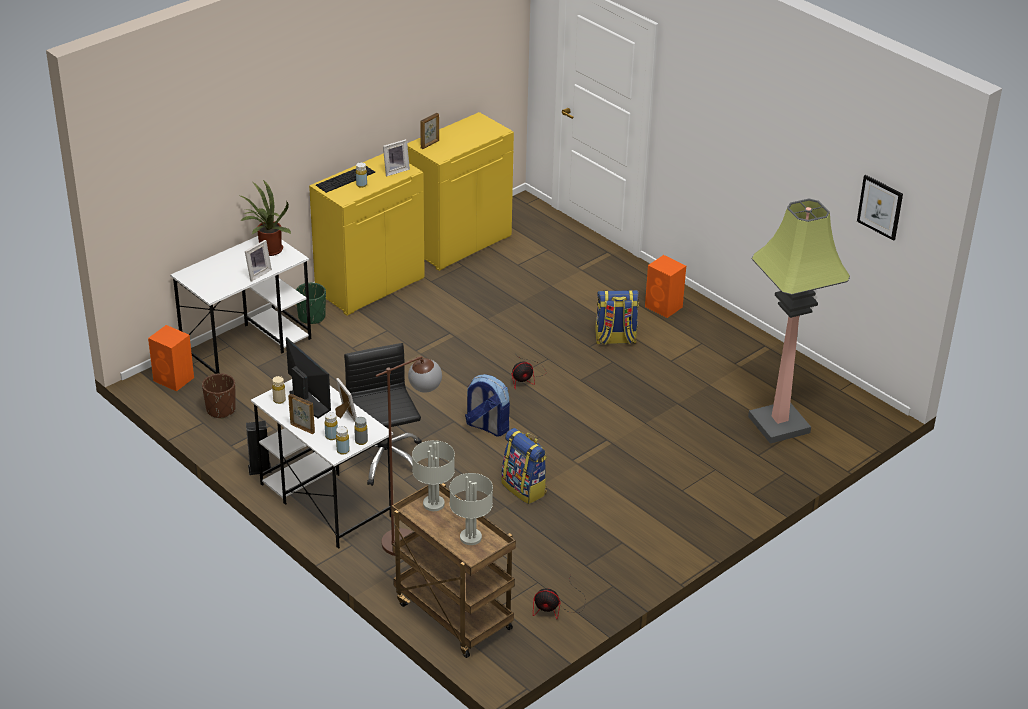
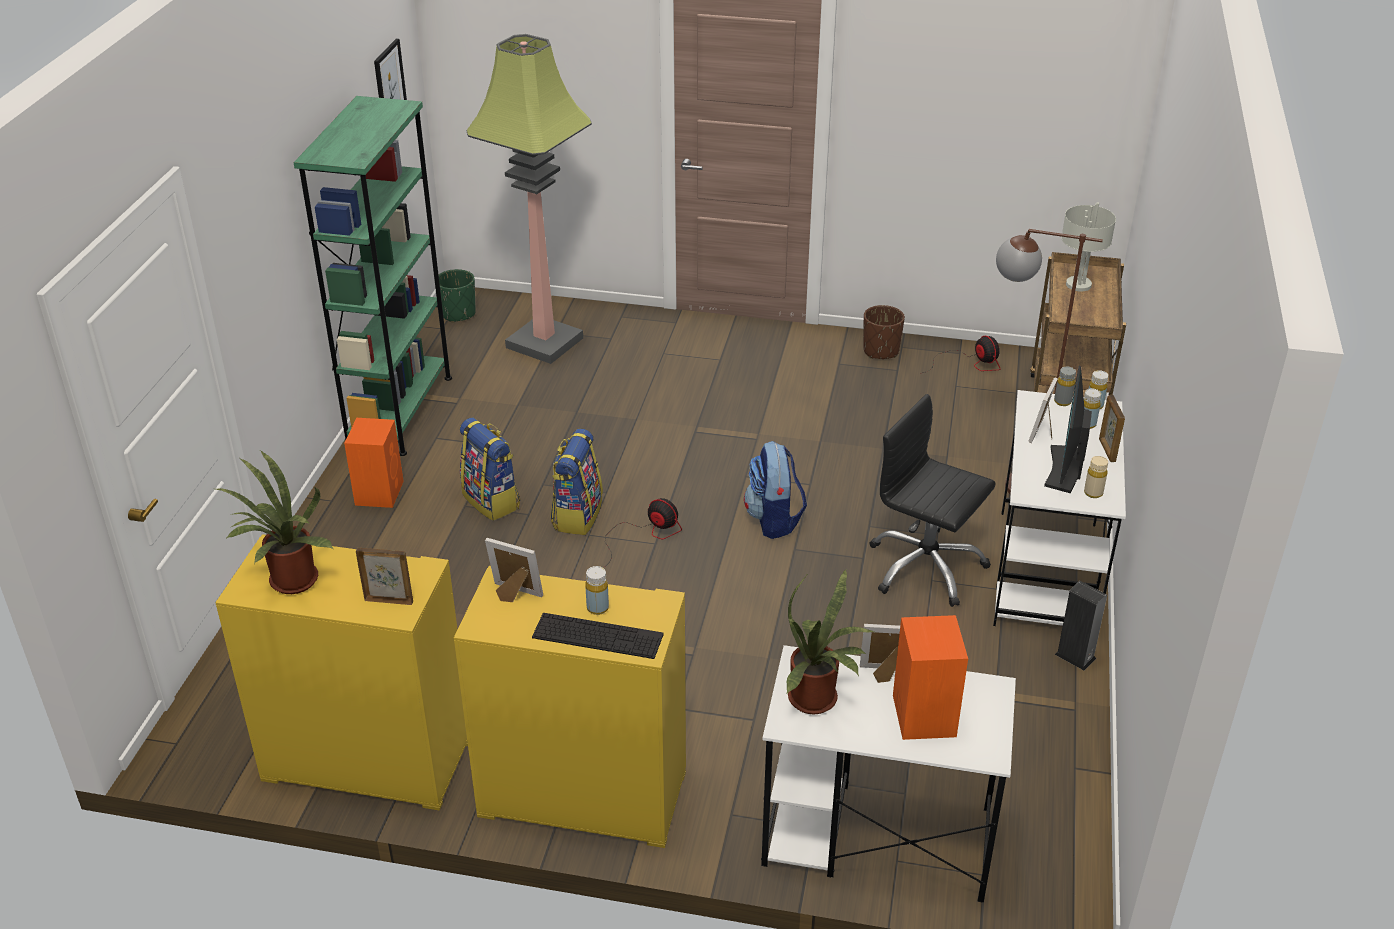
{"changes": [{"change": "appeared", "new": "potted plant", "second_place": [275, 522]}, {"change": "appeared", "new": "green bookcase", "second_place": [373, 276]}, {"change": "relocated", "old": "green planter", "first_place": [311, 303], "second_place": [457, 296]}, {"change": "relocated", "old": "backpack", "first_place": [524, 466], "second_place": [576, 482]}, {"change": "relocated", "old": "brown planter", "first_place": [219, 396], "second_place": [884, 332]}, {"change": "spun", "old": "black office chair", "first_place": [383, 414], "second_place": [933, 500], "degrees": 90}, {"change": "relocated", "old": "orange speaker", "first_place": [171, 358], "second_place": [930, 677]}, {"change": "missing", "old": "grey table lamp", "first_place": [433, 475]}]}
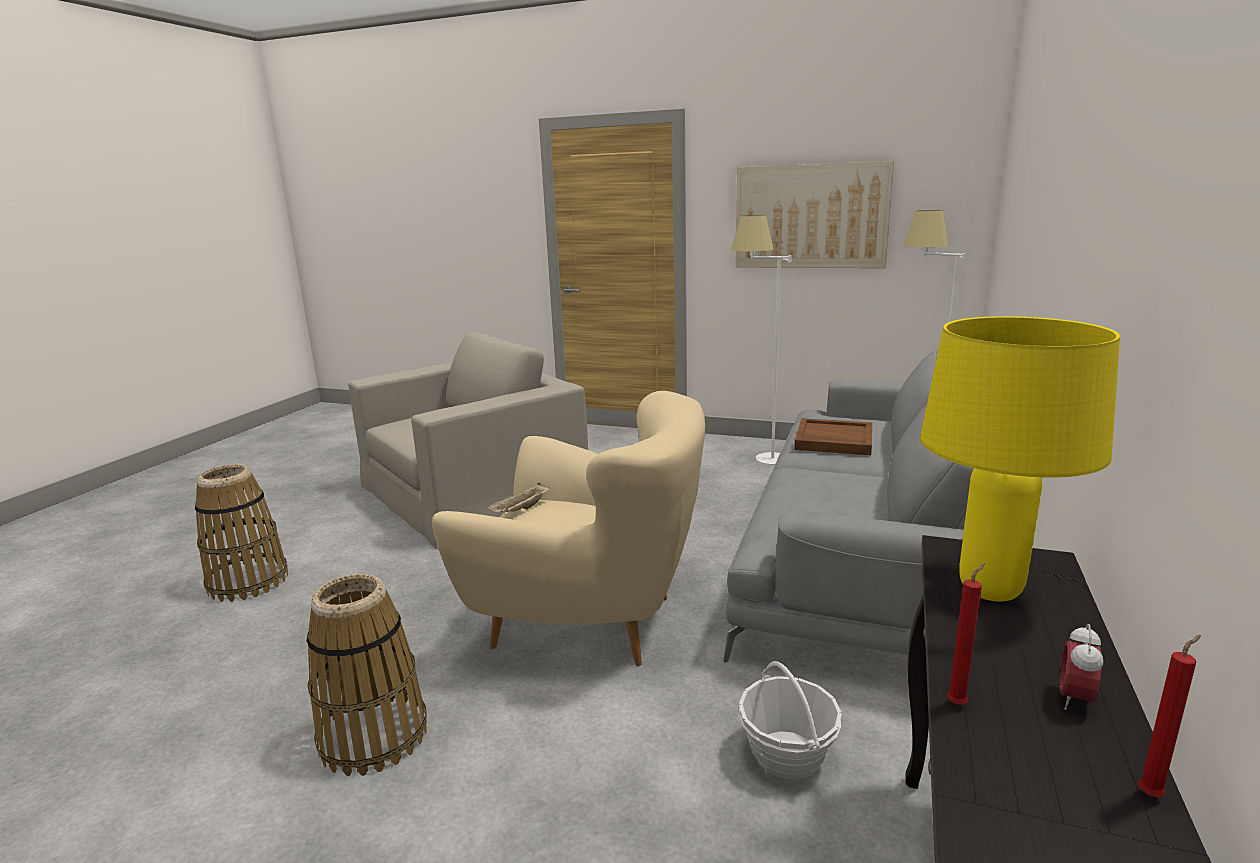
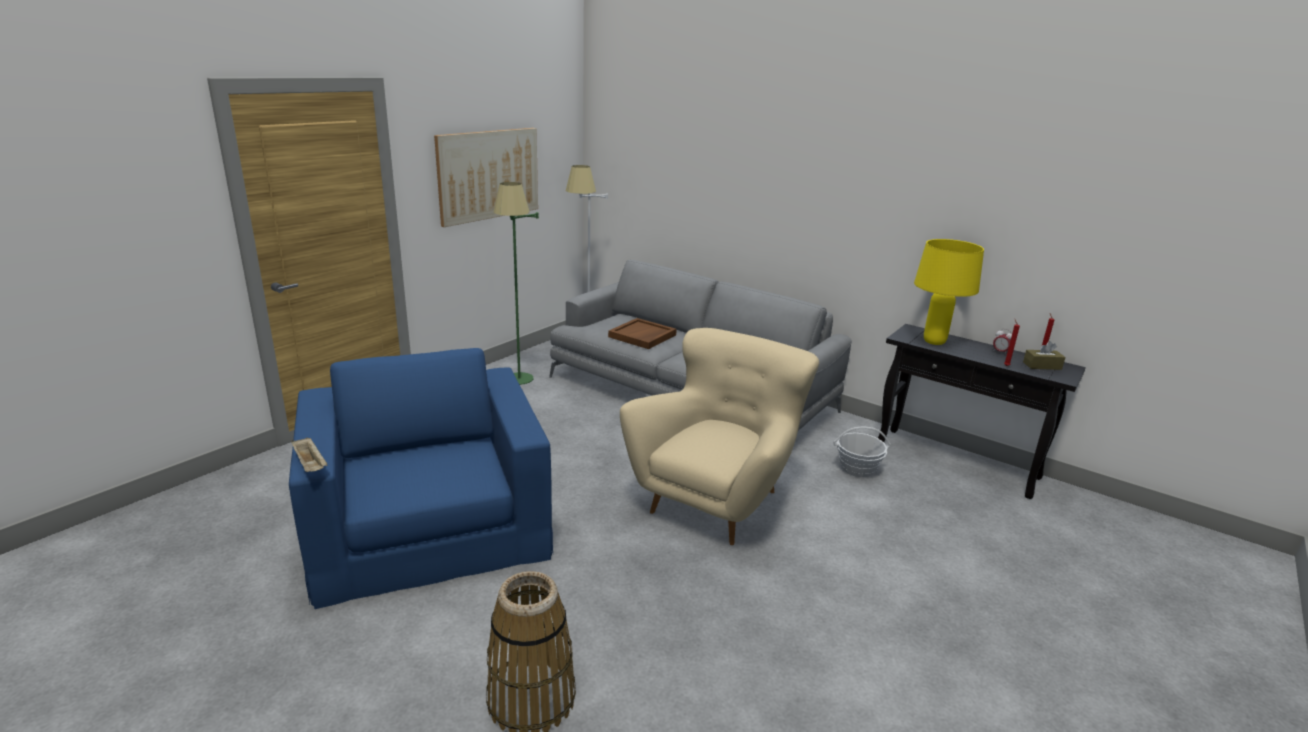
{"changes": [{"change": "colour", "old": "beige armchair", "new": "blue armchair", "first_place": [468, 440], "second_place": [421, 478]}, {"change": "relocated", "old": "beige tray", "first_place": [518, 498], "second_place": [309, 454]}, {"change": "colour", "old": "white floor lamp", "new": "green floor lamp", "first_place": [762, 340], "second_place": [516, 283]}, {"change": "appeared", "new": "brown tissue box", "second_place": [1044, 355]}, {"change": "missing", "old": "basket", "first_place": [367, 675]}]}
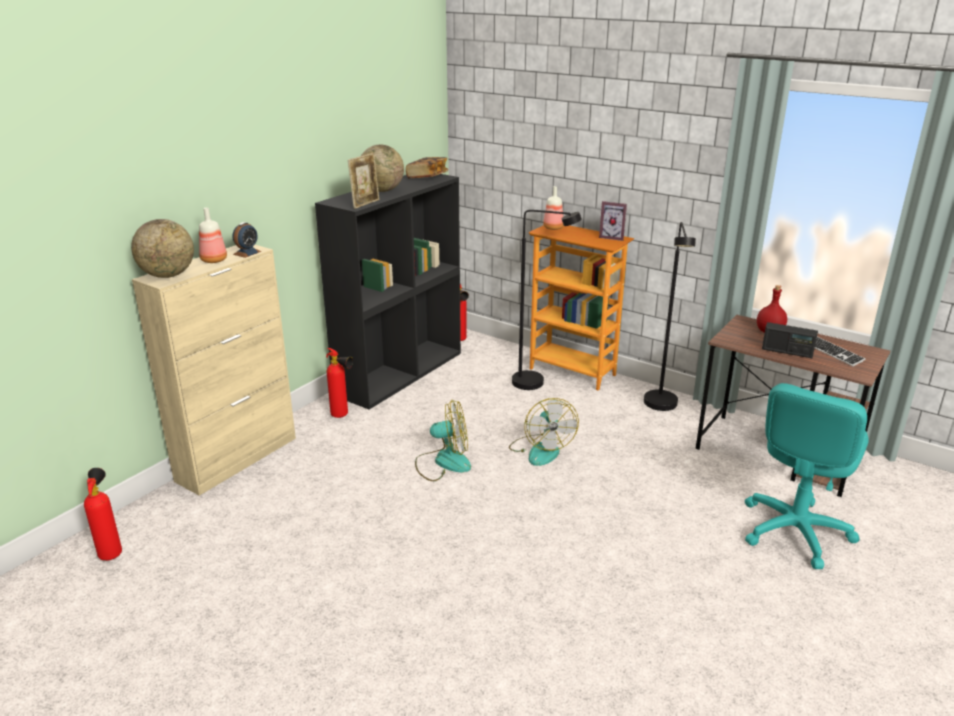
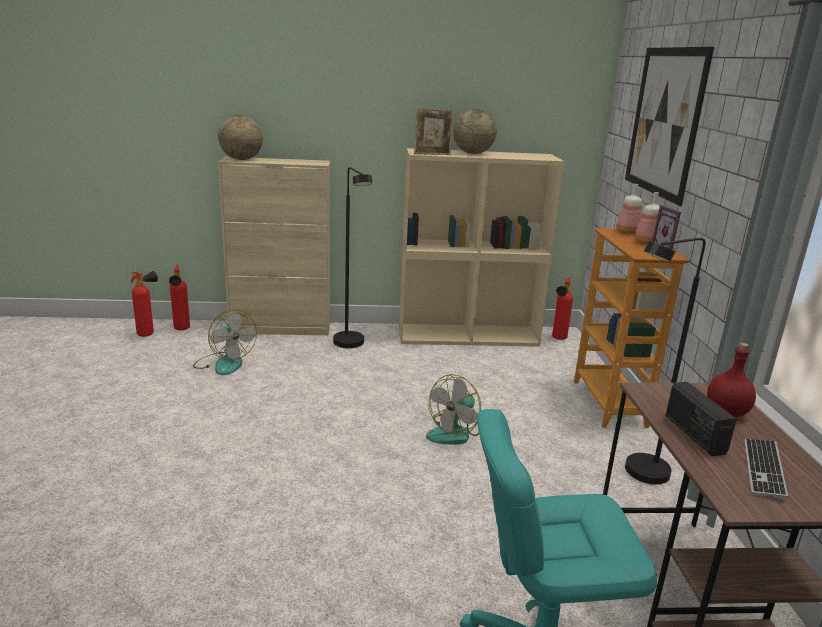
{"changes": [{"change": "relocated", "old": "fire extinguisher", "first_place": [339, 383], "second_place": [179, 297]}, {"change": "relocated", "old": "fan", "first_place": [443, 440], "second_place": [225, 342]}, {"change": "relocated", "old": "black floor lamp", "first_place": [547, 300], "second_place": [352, 257]}, {"change": "colour", "old": "black bookcase", "new": "beige bookcase", "first_place": [388, 292], "second_place": [482, 247]}, {"change": "appeared", "new": "picture", "second_place": [669, 126]}, {"change": "relocated", "old": "bottle", "first_place": [213, 235], "second_place": [647, 218]}, {"change": "missing", "old": "alarm clock", "first_place": [246, 240]}, {"change": "missing", "old": "book", "first_place": [427, 168]}]}
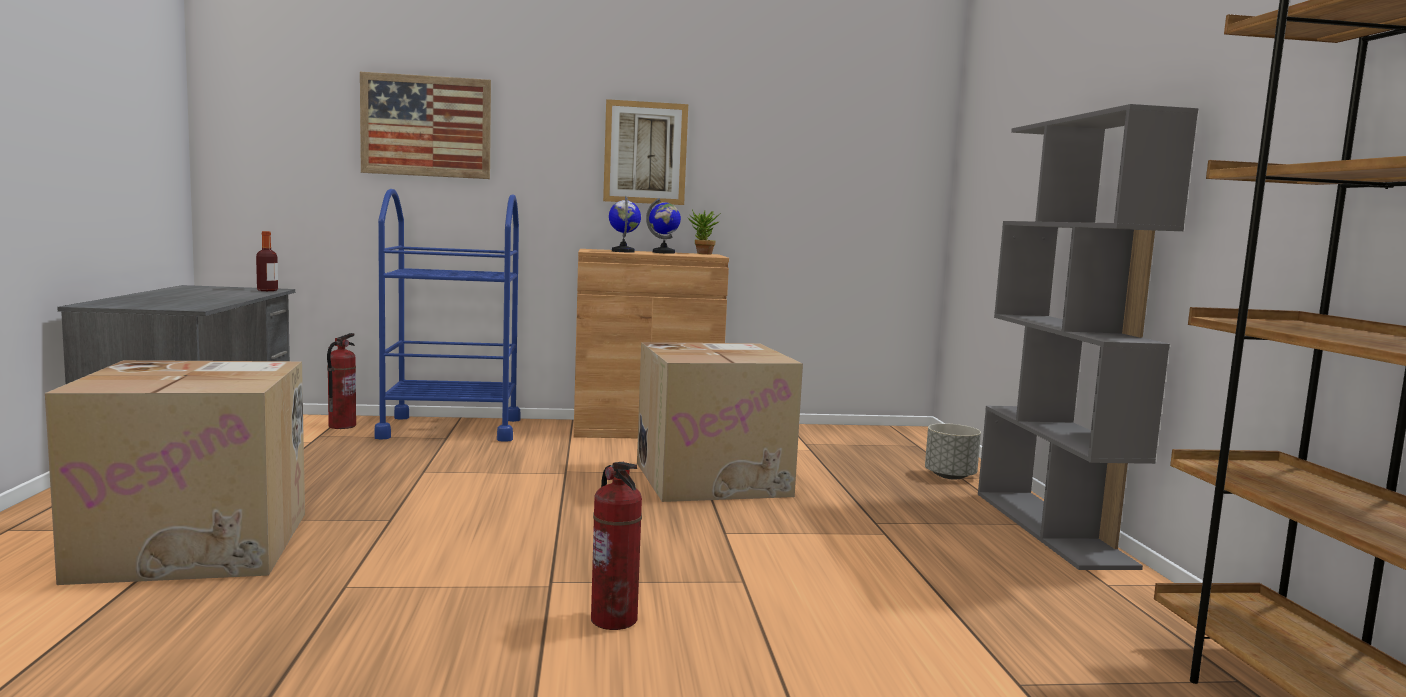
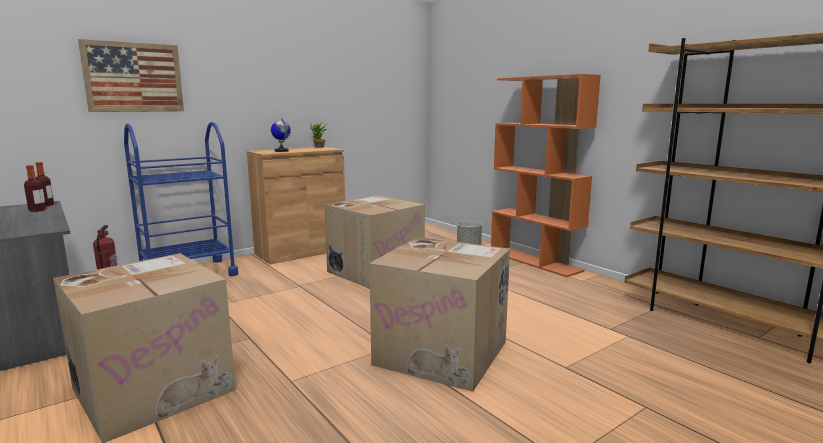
{"changes": [{"change": "appeared", "new": "bottle", "second_place": [35, 188]}, {"change": "exchanged", "old": "fire extinguisher", "new": "cardboard box", "first_place": [616, 546], "second_place": [439, 314]}, {"change": "colour", "old": "grey bookcase", "new": "orange bookcase", "first_place": [1088, 337], "second_place": [546, 175]}, {"change": "missing", "old": "picture", "first_place": [645, 152]}, {"change": "missing", "old": "globe", "first_place": [663, 226]}]}
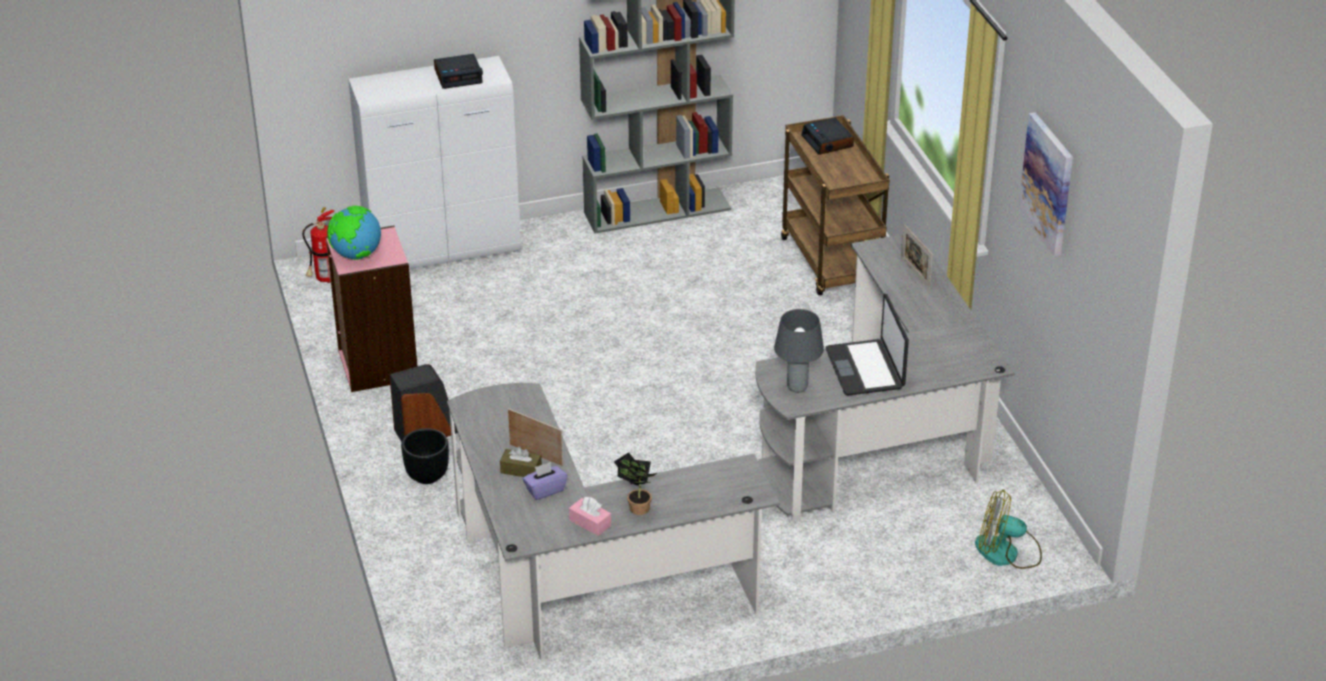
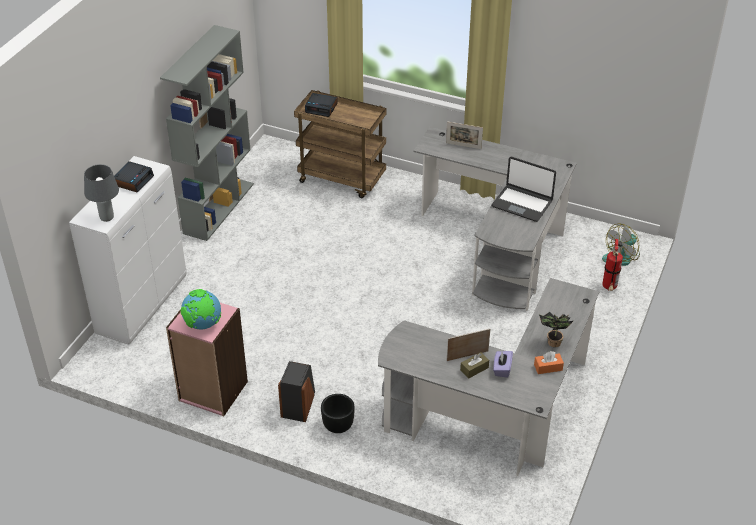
{"changes": [{"change": "relocated", "old": "grey table lamp", "first_place": [799, 351], "second_place": [101, 193]}, {"change": "colour", "old": "pink tissue box", "new": "orange tissue box", "first_place": [590, 516], "second_place": [549, 362]}, {"change": "relocated", "old": "fire extinguisher", "first_place": [318, 245], "second_place": [613, 265]}, {"change": "missing", "old": "picture", "first_place": [1045, 184]}]}
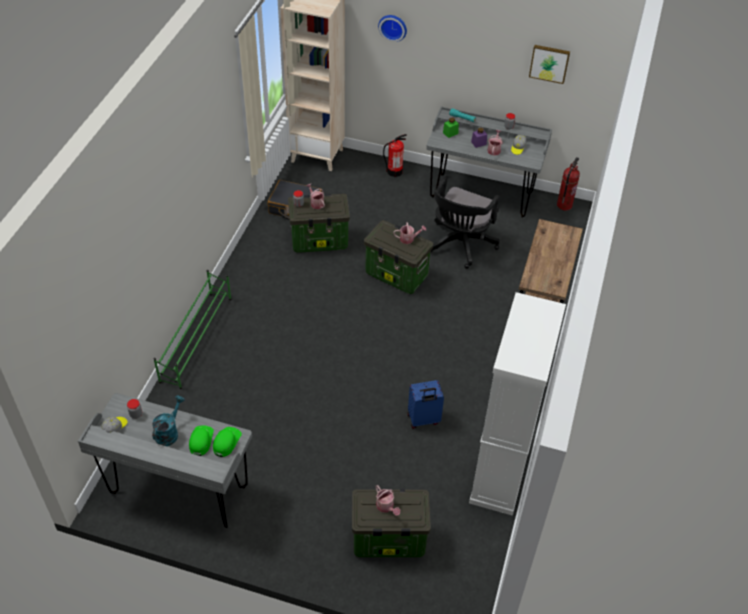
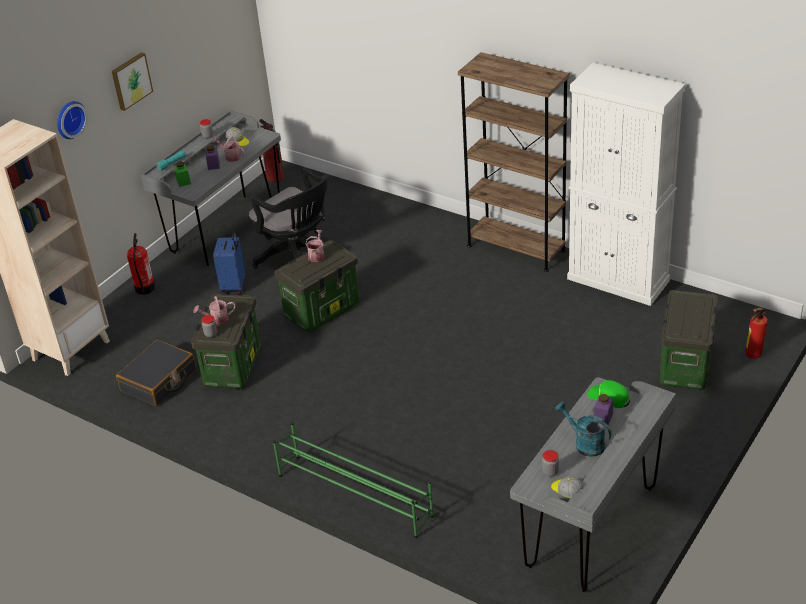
{"changes": [{"change": "relocated", "old": "picture", "first_place": [549, 64], "second_place": [132, 81]}, {"change": "relocated", "old": "blue suitcase", "first_place": [426, 404], "second_place": [229, 263]}, {"change": "exchanged", "old": "green cap", "new": "purple jar", "first_place": [201, 440], "second_place": [603, 409]}, {"change": "appeared", "new": "fire extinguisher", "second_place": [756, 333]}, {"change": "missing", "old": "watering can", "first_place": [388, 500]}]}
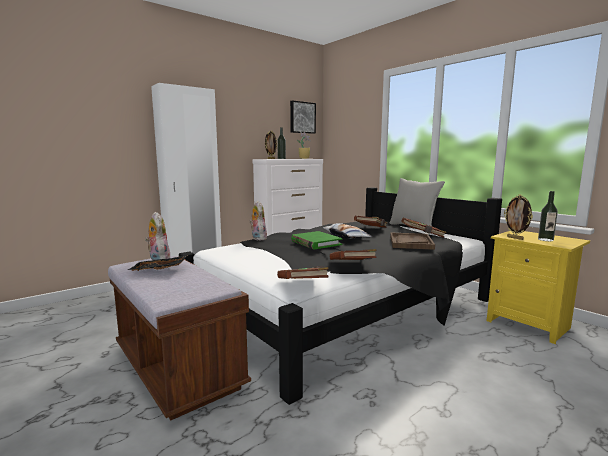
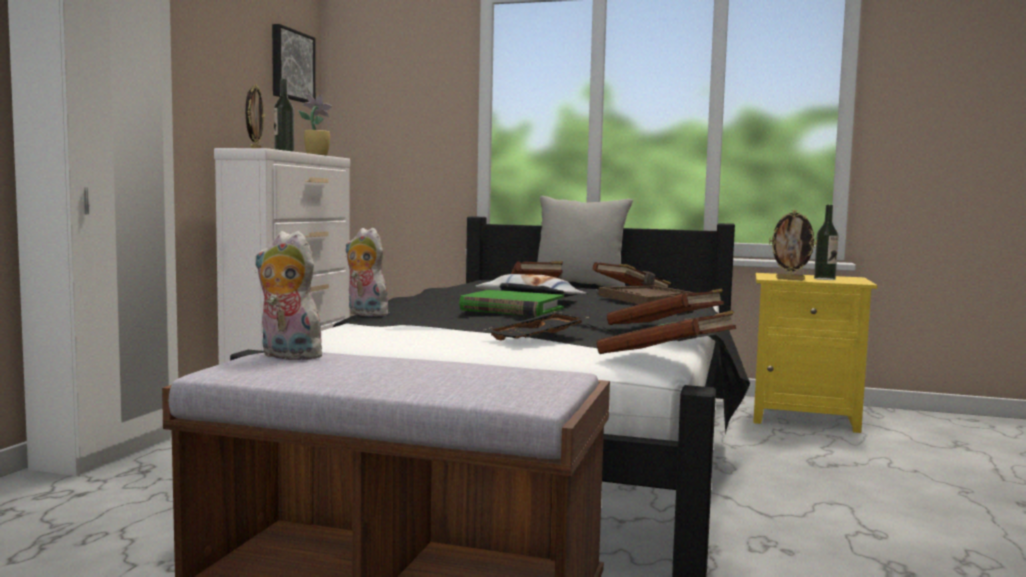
{"changes": [{"change": "relocated", "old": "black tray", "first_place": [158, 263], "second_place": [537, 326]}]}
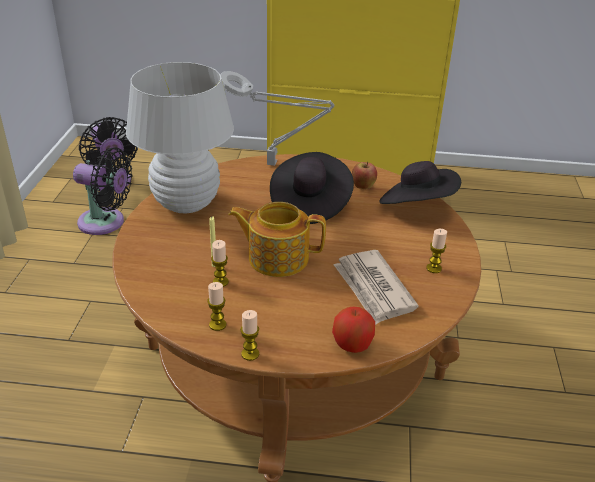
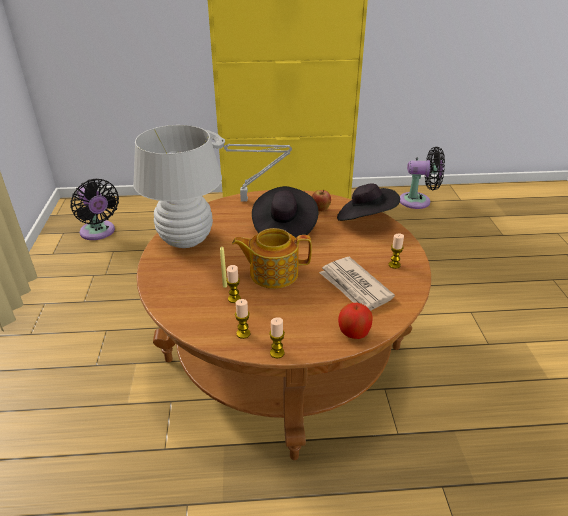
{"changes": [{"change": "relocated", "old": "black fan", "first_place": [102, 191], "second_place": [422, 178]}]}
